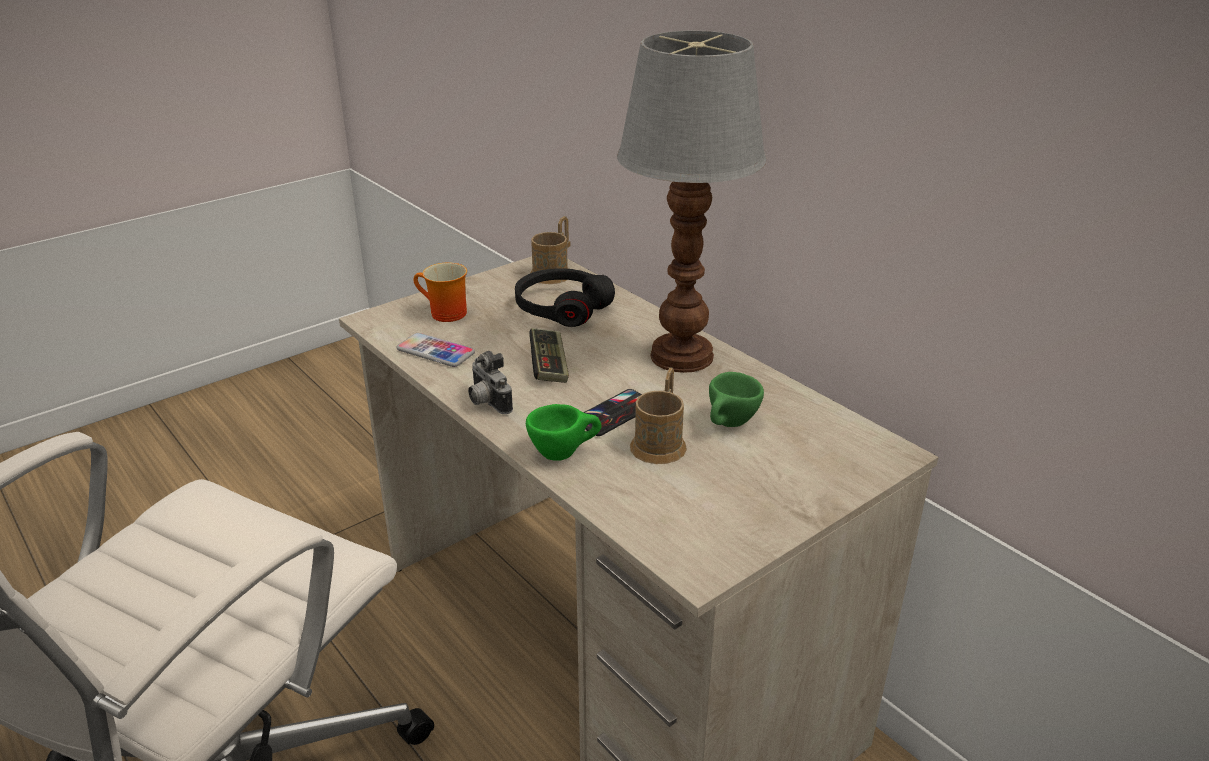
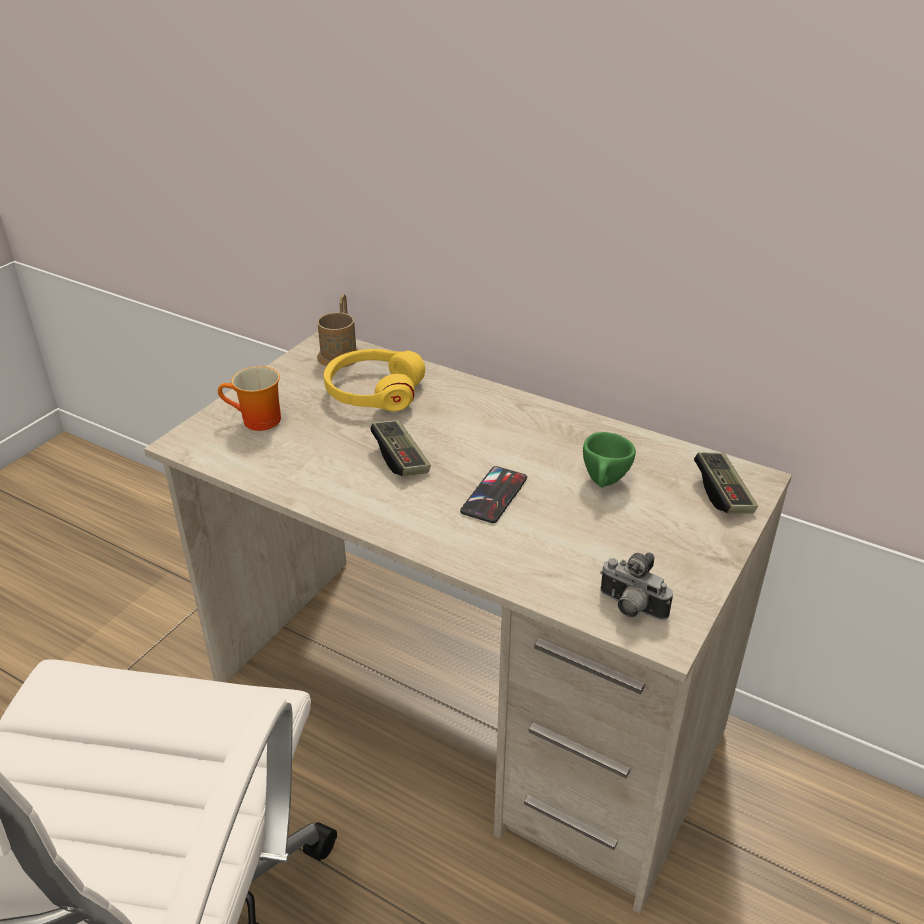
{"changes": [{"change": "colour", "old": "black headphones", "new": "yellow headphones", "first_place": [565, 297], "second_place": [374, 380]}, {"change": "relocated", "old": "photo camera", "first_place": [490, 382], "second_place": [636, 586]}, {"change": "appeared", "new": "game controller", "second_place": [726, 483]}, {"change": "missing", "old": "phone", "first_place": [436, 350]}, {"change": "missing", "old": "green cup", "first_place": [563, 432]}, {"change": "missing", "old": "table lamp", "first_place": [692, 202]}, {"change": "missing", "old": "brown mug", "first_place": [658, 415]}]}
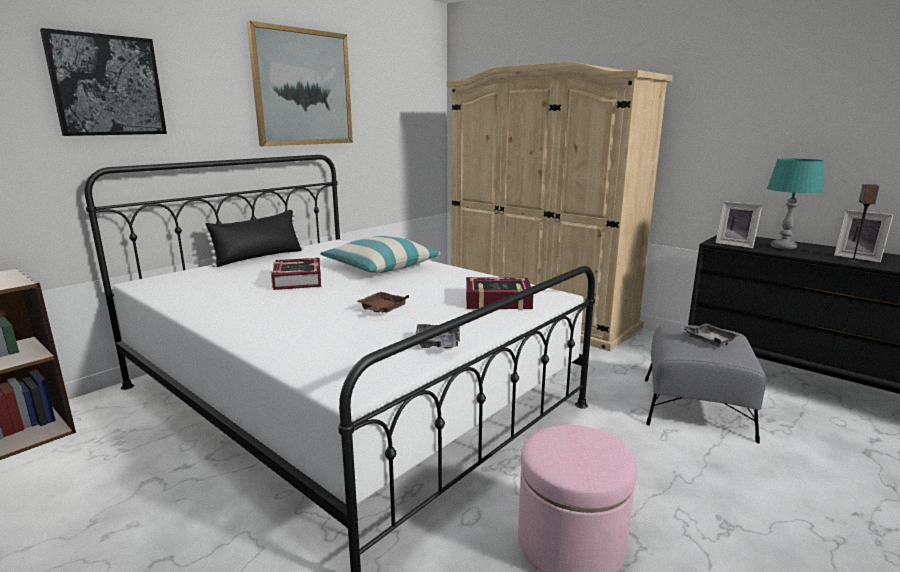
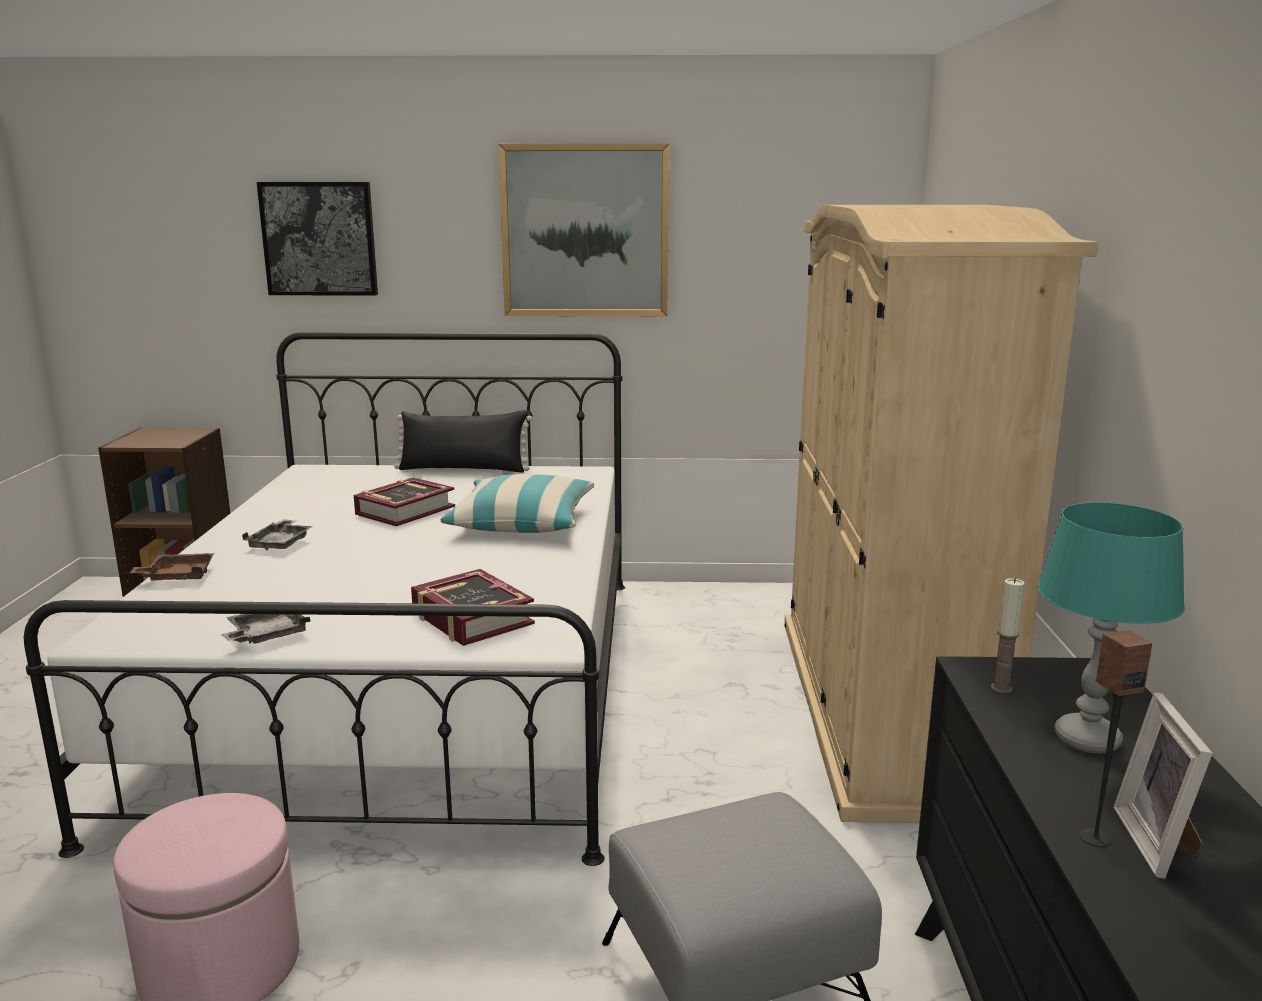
{"changes": [{"change": "relocated", "old": "brown tray", "first_place": [382, 302], "second_place": [171, 567]}, {"change": "relocated", "old": "grey tray", "first_place": [710, 335], "second_place": [277, 535]}, {"change": "exchanged", "old": "picture frame", "new": "candle", "first_place": [739, 224], "second_place": [1008, 635]}]}
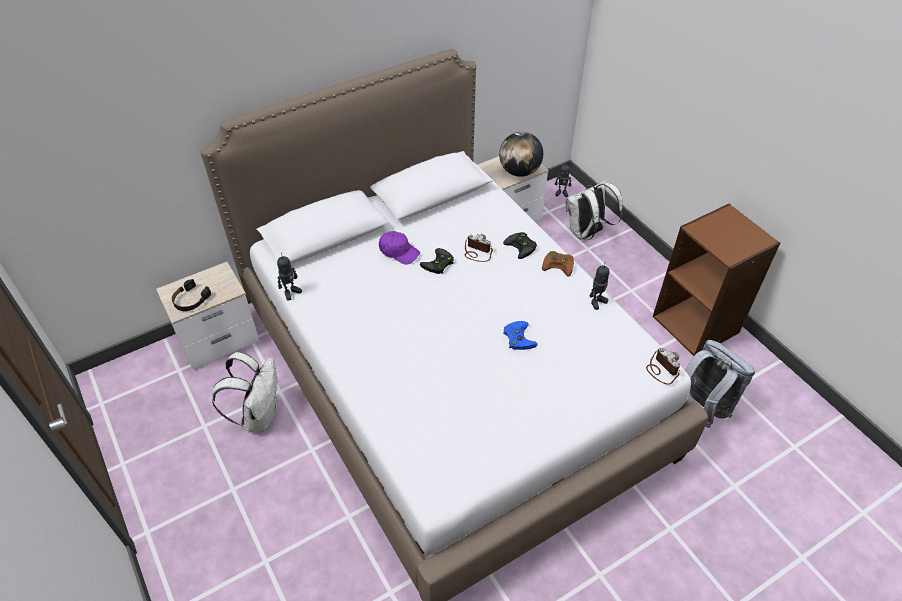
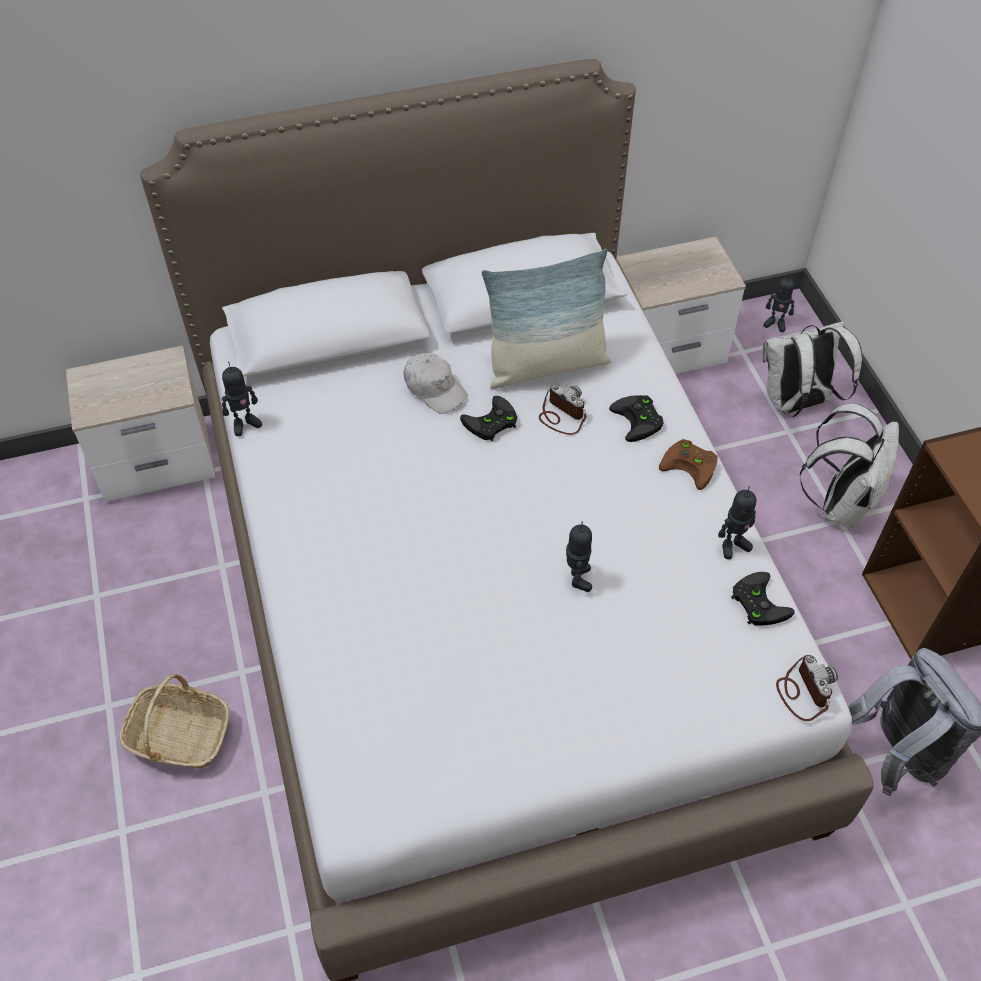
{"changes": [{"change": "appeared", "new": "basket", "second_place": [174, 721]}, {"change": "colour", "old": "purple cap", "new": "white cap", "first_place": [399, 248], "second_place": [436, 383]}, {"change": "appeared", "new": "pillow", "second_place": [546, 319]}, {"change": "exchanged", "old": "blue game controller", "new": "toy robot", "first_place": [520, 335], "second_place": [579, 556]}, {"change": "appeared", "new": "black game controller", "second_place": [763, 599]}, {"change": "relocated", "old": "white backpack", "first_place": [244, 392], "second_place": [849, 465]}, {"change": "missing", "old": "black headphones", "first_place": [191, 295]}, {"change": "missing", "old": "globe", "first_place": [521, 154]}]}
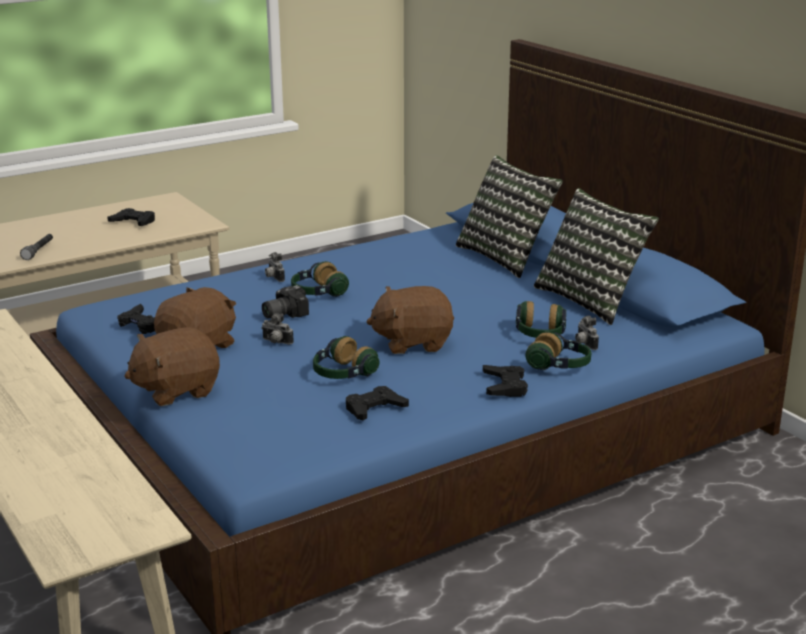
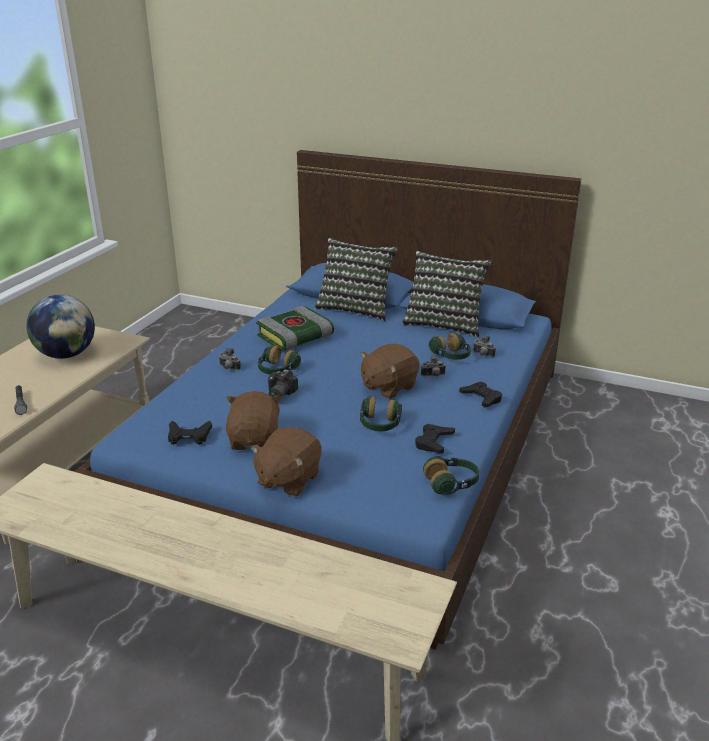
{"changes": [{"change": "exchanged", "old": "black game controller", "new": "globe", "first_place": [131, 217], "second_place": [60, 327]}, {"change": "appeared", "new": "book", "second_place": [295, 328]}, {"change": "relocated", "old": "photo camera", "first_place": [277, 329], "second_place": [433, 366]}, {"change": "relocated", "old": "headphones", "first_place": [559, 351], "second_place": [451, 475]}]}
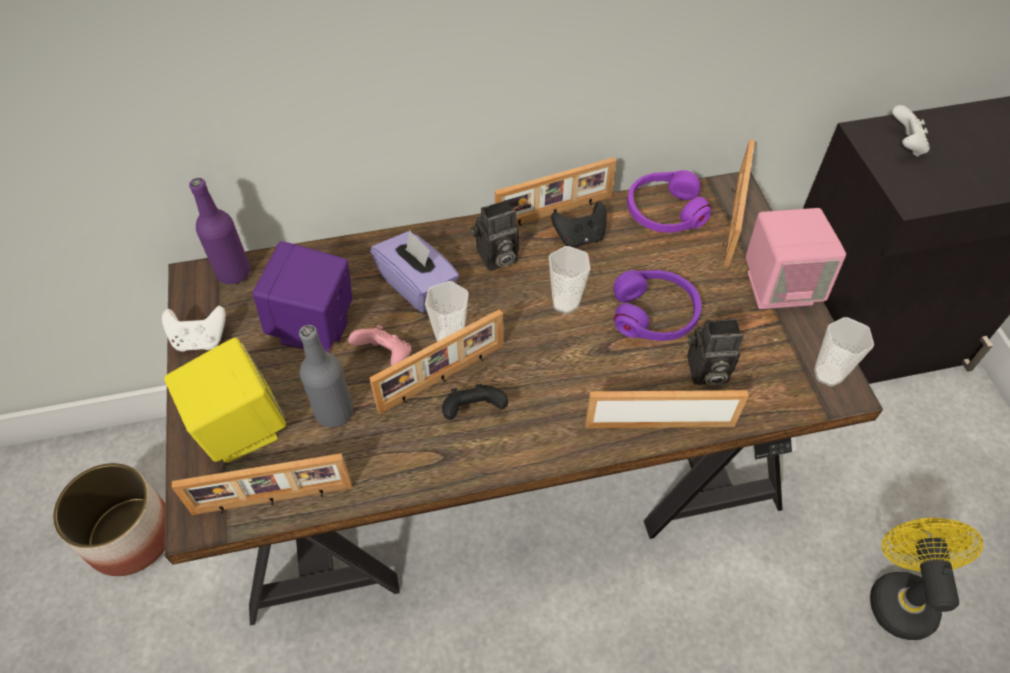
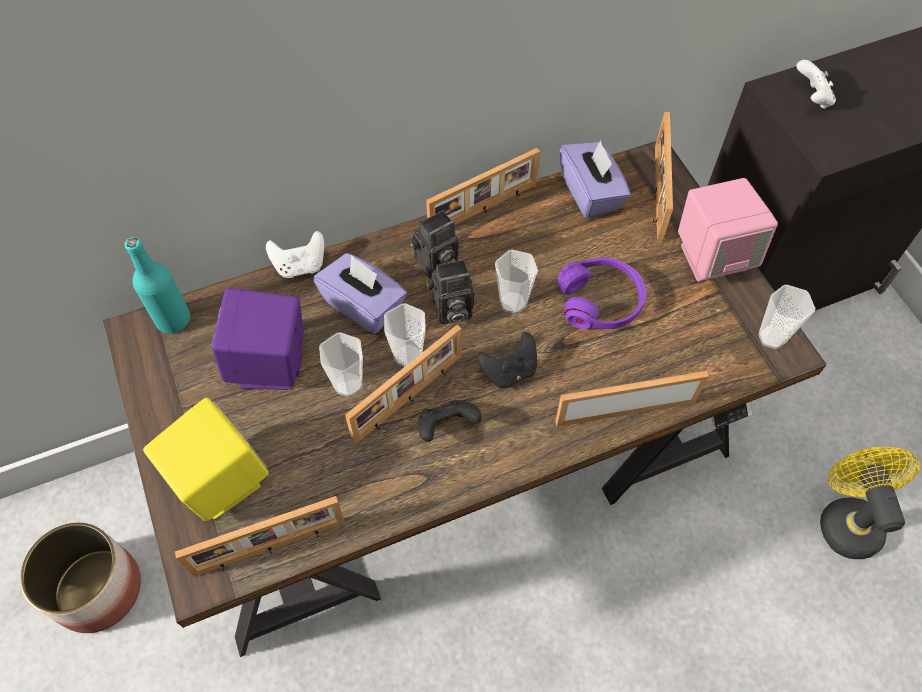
{"changes": [{"change": "colour", "old": "purple bottle", "new": "turquoise bottle", "first_place": [219, 231], "second_place": [157, 285]}, {"change": "relocated", "old": "white game controller", "first_place": [194, 329], "second_place": [295, 254]}, {"change": "exchanged", "old": "pink game controller", "new": "cup", "first_place": [379, 345], "second_place": [341, 364]}, {"change": "relocated", "old": "photo camera", "first_place": [715, 352], "second_place": [450, 291]}, {"change": "relocated", "old": "black game controller", "first_place": [579, 224], "second_place": [507, 360]}, {"change": "exchanged", "old": "purple headphones", "new": "purple tissue box", "first_place": [669, 201], "second_place": [595, 179]}, {"change": "missing", "old": "grey bottle", "first_place": [326, 376]}]}
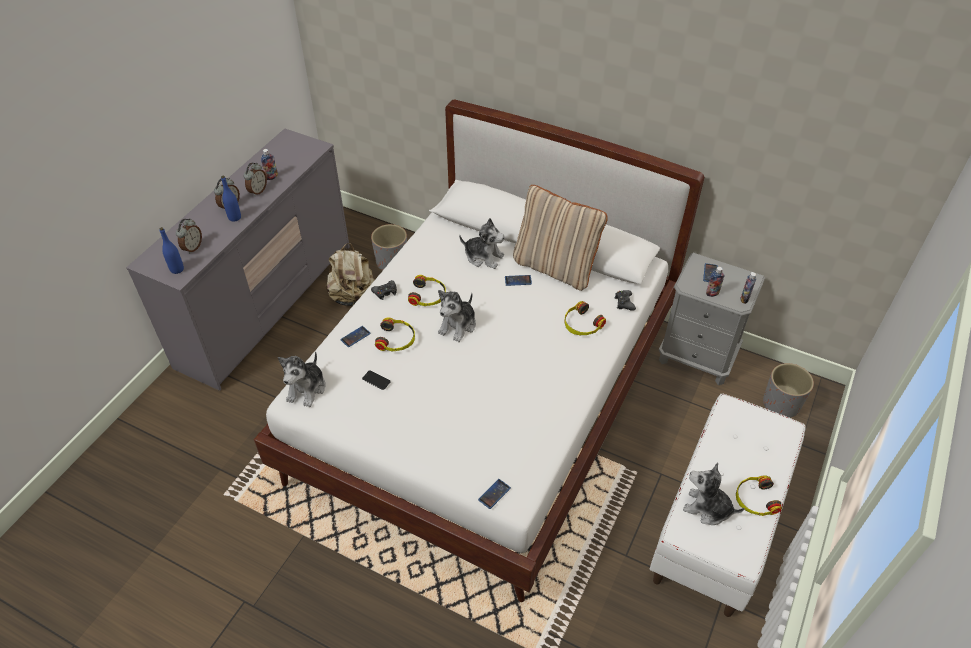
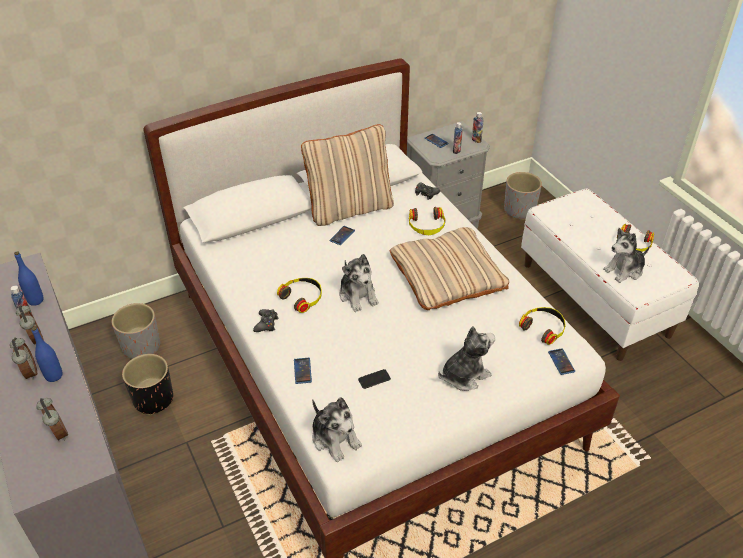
{"changes": [{"change": "relocated", "old": "blue bottle", "first_place": [171, 250], "second_place": [29, 278]}, {"change": "exchanged", "old": "beige backpack", "new": "black planter", "first_place": [350, 274], "second_place": [147, 384]}, {"change": "appeared", "new": "beige pillow", "second_place": [449, 268]}, {"change": "relocated", "old": "plush toy", "first_place": [482, 243], "second_place": [466, 358]}, {"change": "relocated", "old": "headphones", "first_place": [395, 334], "second_place": [542, 326]}]}
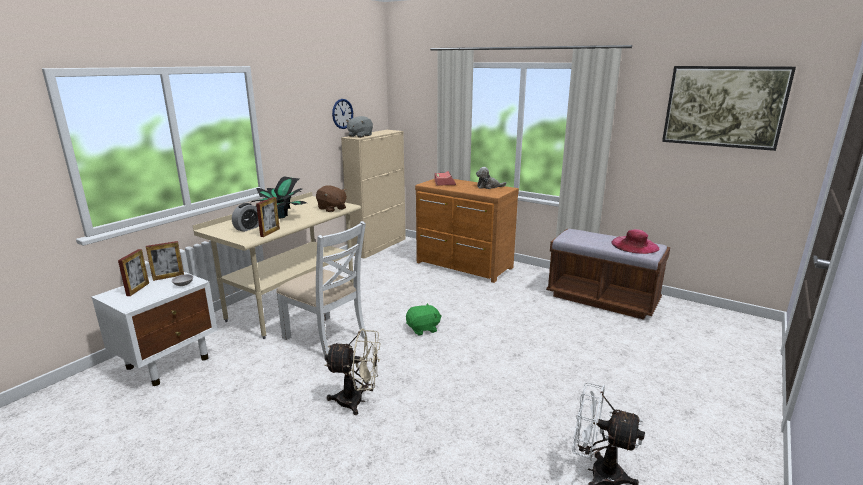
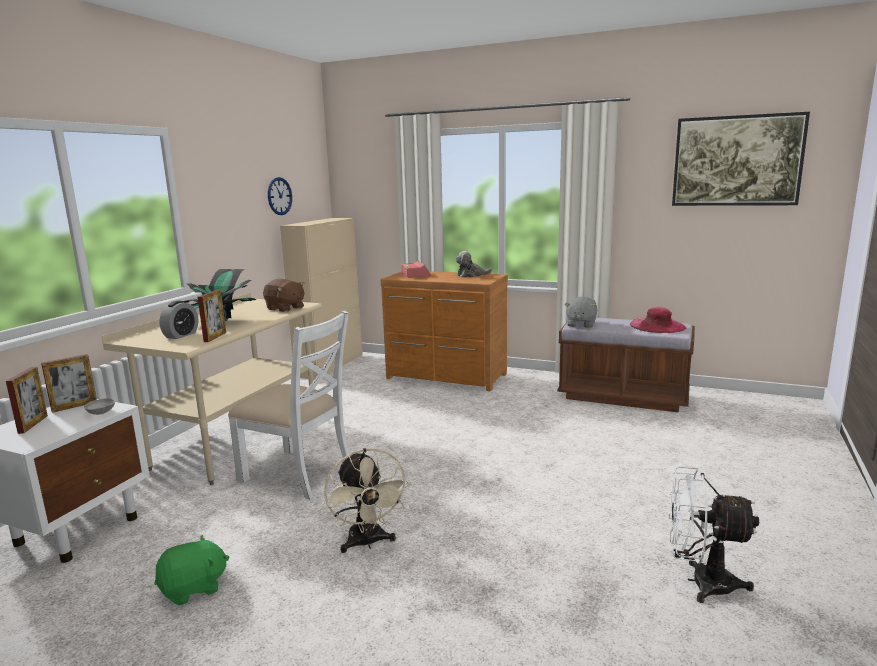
{"changes": [{"change": "relocated", "old": "green plush toy", "first_place": [424, 319], "second_place": [191, 570]}, {"change": "spun", "old": "beige fan", "first_place": [352, 372], "second_place": [366, 500], "degrees": 75}, {"change": "relocated", "old": "grey plush toy", "first_place": [359, 127], "second_place": [580, 312]}]}
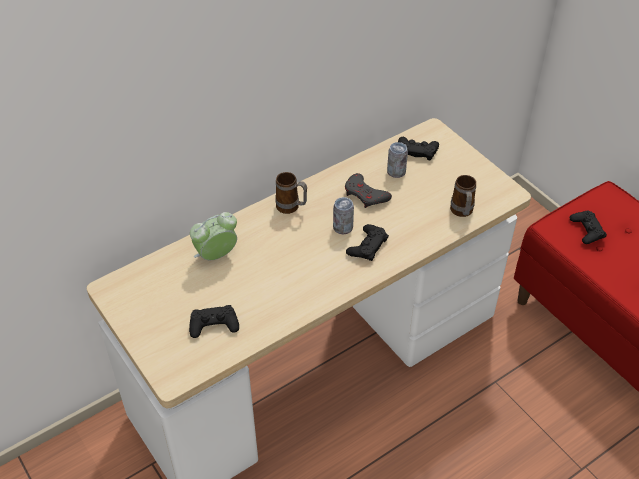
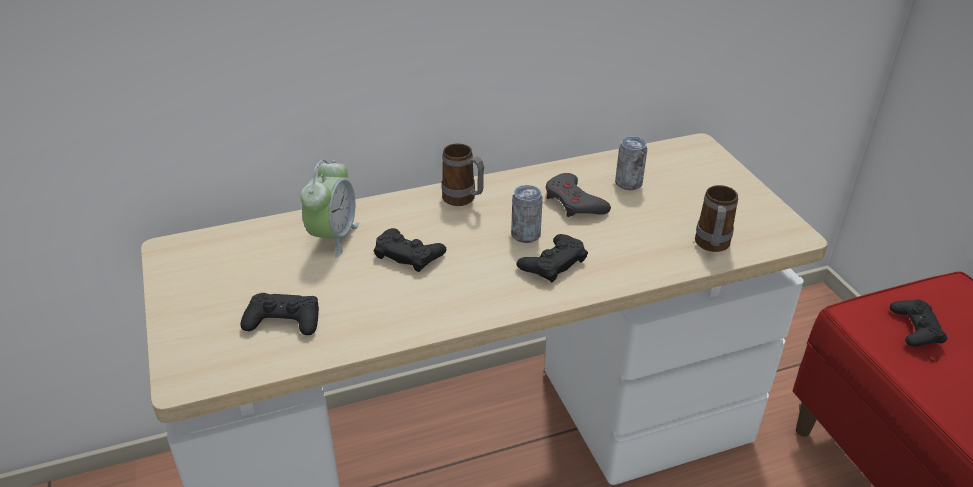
{"changes": [{"change": "spun", "old": "alarm clock", "first_place": [213, 236], "second_place": [329, 208], "degrees": 120}, {"change": "relocated", "old": "black game controller", "first_place": [418, 148], "second_place": [410, 250]}]}
